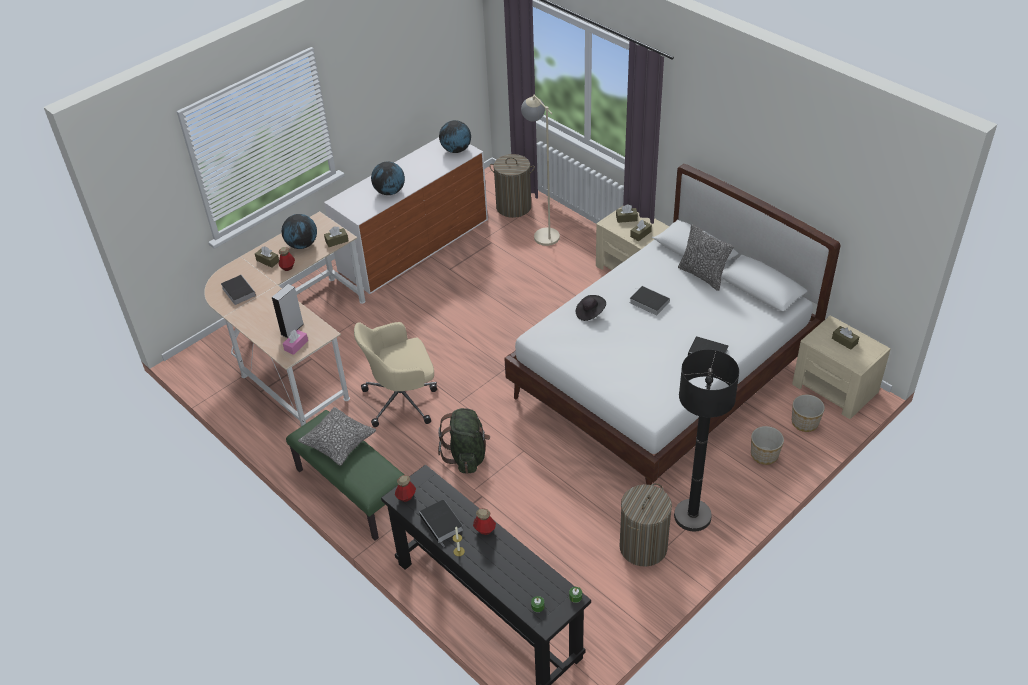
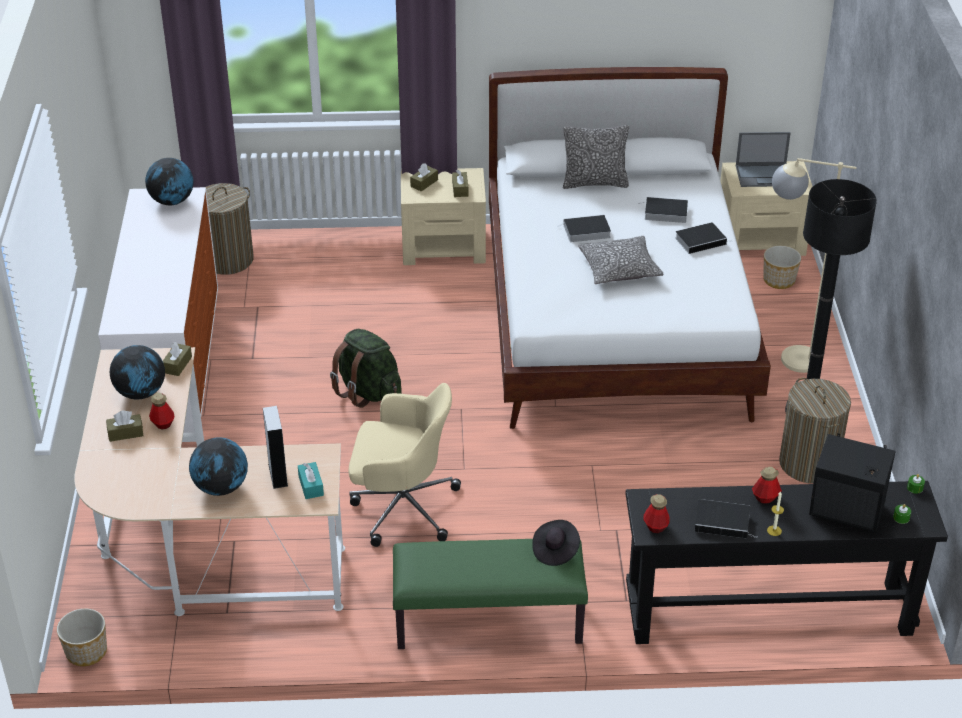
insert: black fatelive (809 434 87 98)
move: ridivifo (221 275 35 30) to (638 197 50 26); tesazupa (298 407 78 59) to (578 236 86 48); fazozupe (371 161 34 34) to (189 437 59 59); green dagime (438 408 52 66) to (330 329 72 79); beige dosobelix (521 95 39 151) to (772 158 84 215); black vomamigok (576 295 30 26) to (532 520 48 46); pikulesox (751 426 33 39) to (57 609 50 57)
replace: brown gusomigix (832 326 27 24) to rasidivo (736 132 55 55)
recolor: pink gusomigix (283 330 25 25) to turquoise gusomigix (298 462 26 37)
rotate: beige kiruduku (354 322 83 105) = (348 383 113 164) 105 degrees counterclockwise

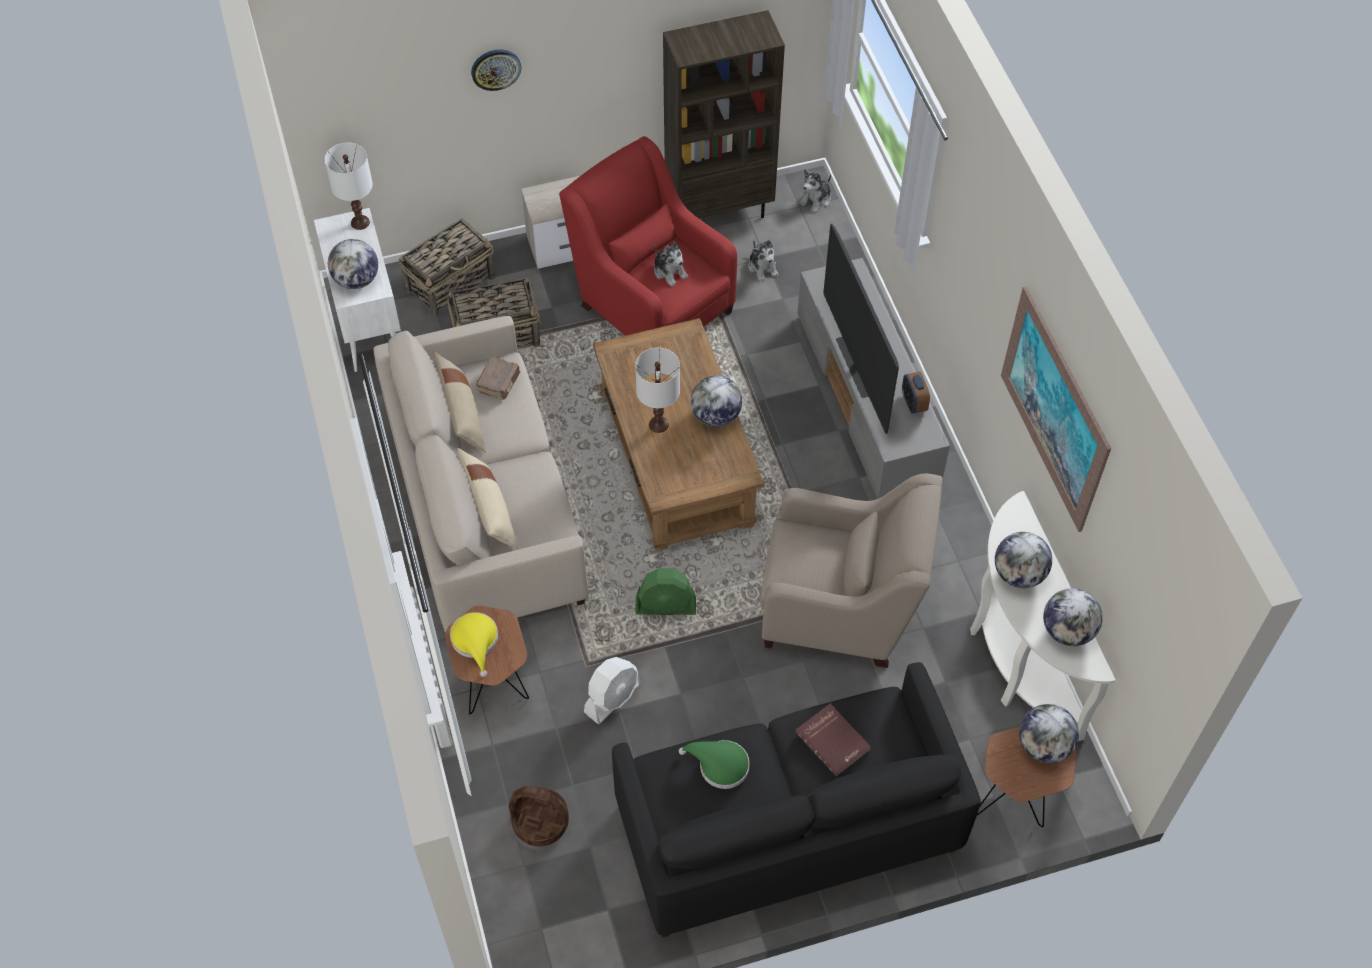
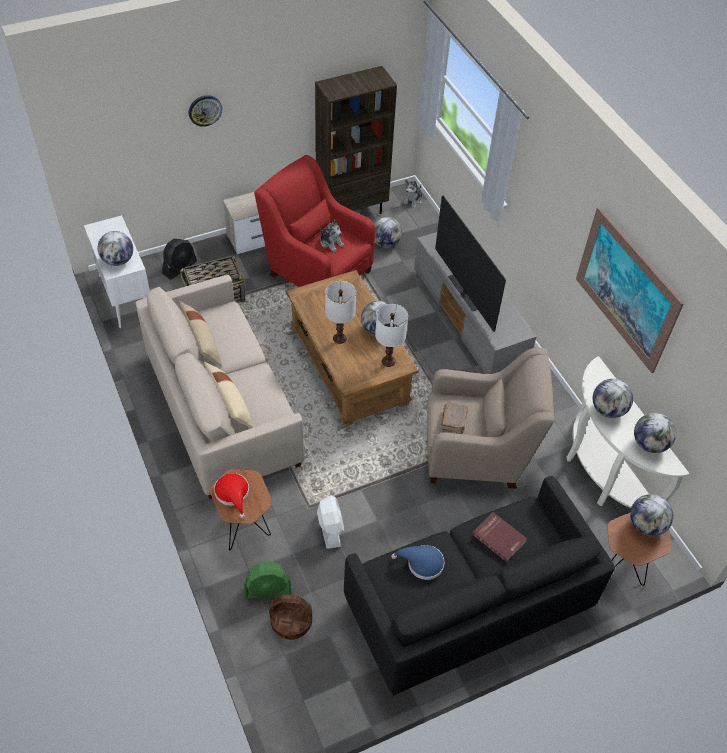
delete: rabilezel (902 371 28 43)
move: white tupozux (325 143 48 87) to (375 304 33 63); brown ridivifo (476 357 44 43) to (441 402 27 32); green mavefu (635 568 61 47) to (244 561 48 38)
replace: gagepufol (399 218 96 99) to black mavefu (162 239 35 41); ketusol (748 240 30 41) to fazozupe (374 217 28 31)
recolor: yellow vomamigok (450 612 48 65) to red vomamigok (214 473 35 45); green vomamigok (679 740 71 49) to blue vomamigok (391 545 54 35)
rotate: white mavefu (584 657 57 67) = (317 496 27 53) 45 degrees counterclockwise

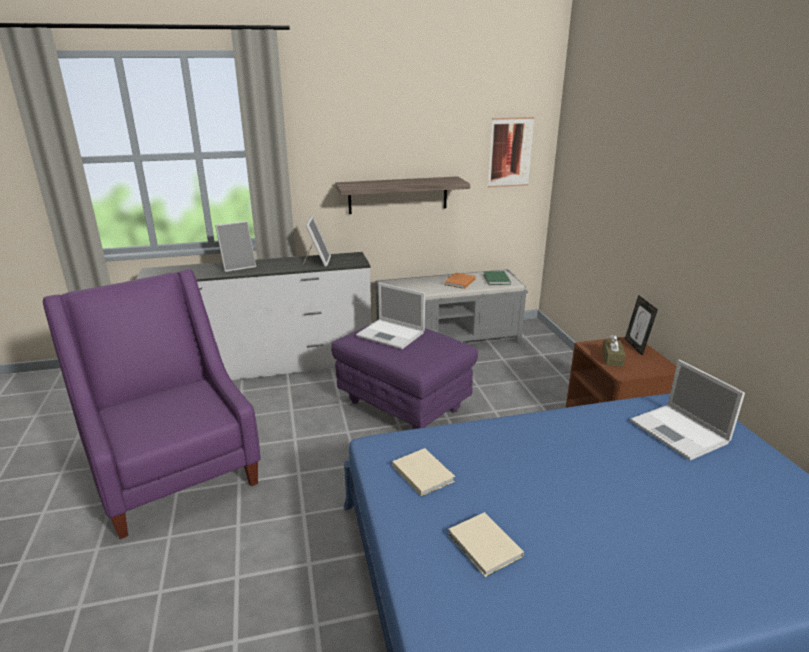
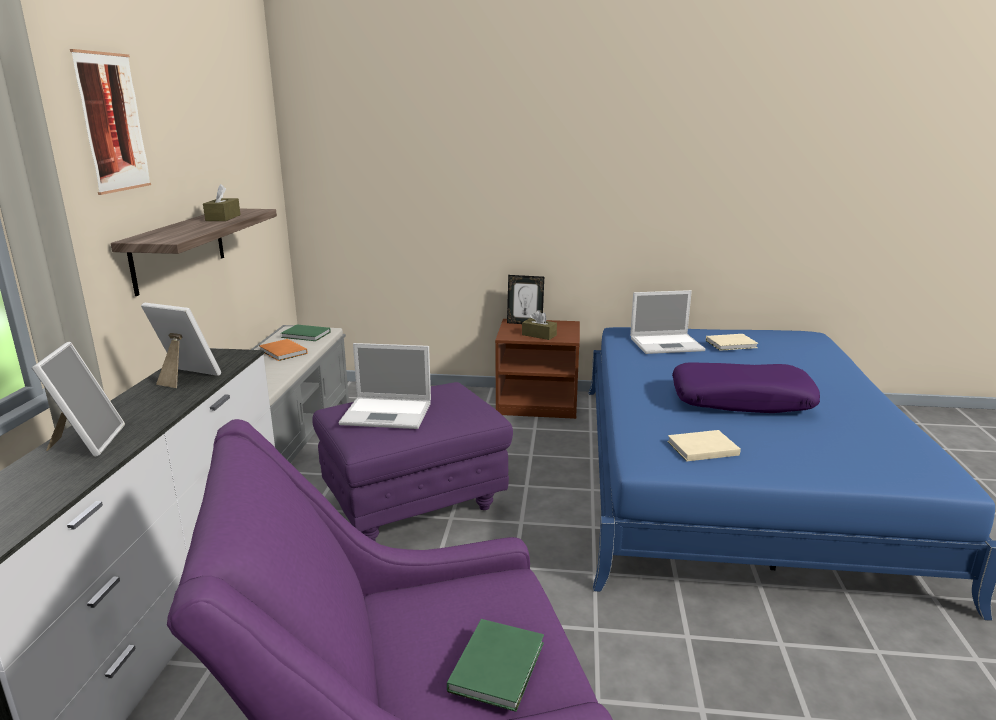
insert: brown gusomigix (203 184 38 37); green ridivifo (447 619 97 93); purple tesazupa (672 362 148 51)
move: beige ridivifo (448 512 76 65) to (706 334 52 17); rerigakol (488 117 46 70) to (70 49 81 146)
rotate: rasidivo (356 283 69 66) = (338 343 93 86) 45 degrees clockwise

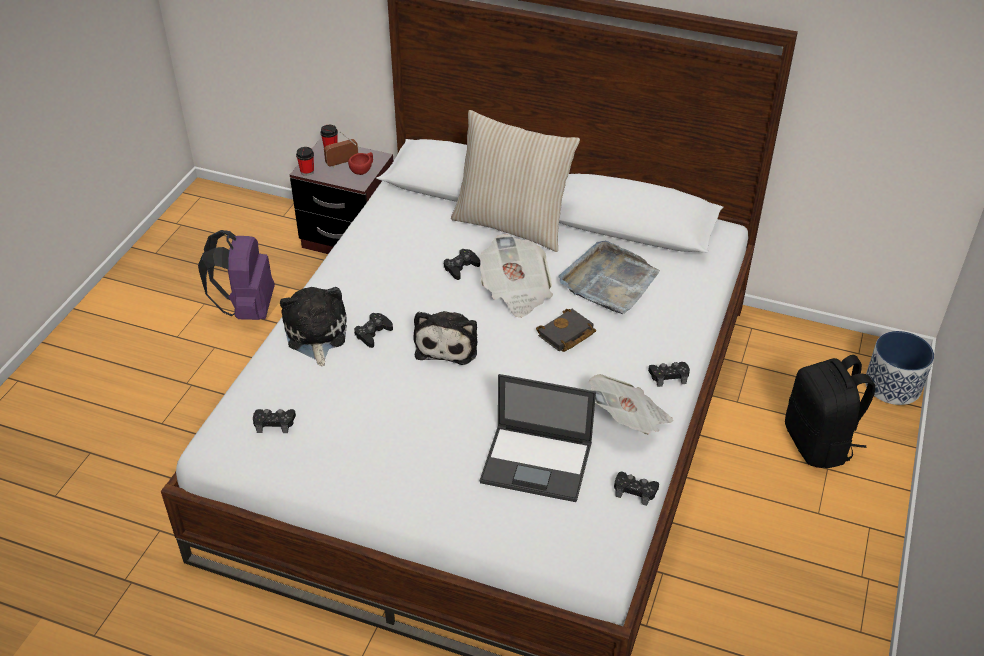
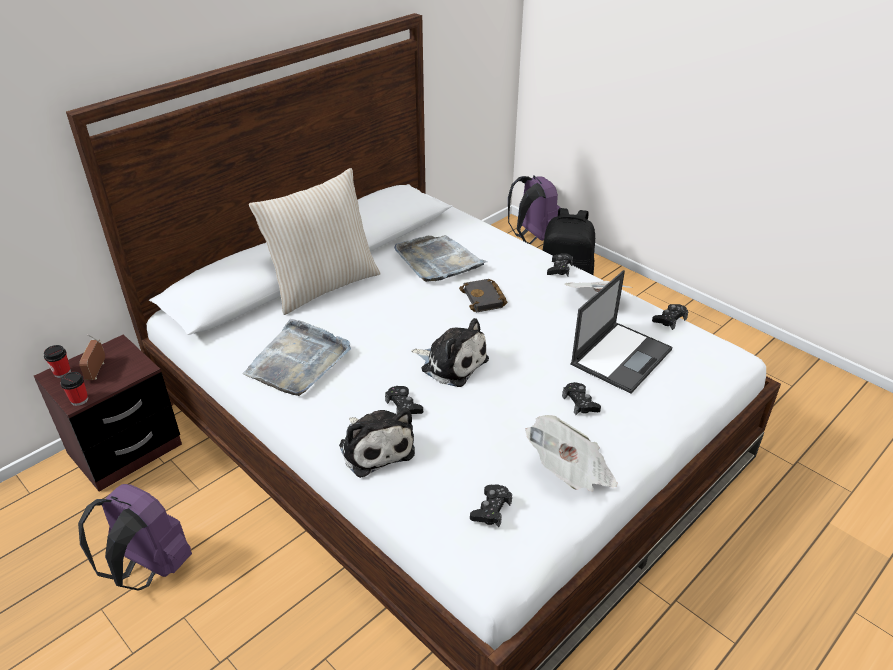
delete: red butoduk (348 152 25 23)
insert: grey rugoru (242 319 109 77)
move: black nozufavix (444 249 36 31) to (562 382 39 33); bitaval (480 234 73 84) to (525 415 93 76)
replace: pikulesox (865 331 69 74) to purple dagime (508 175 53 69)
rotate: ketusol (280 287 67 79) = (339 408 76 70) 135 degrees counterclockwise

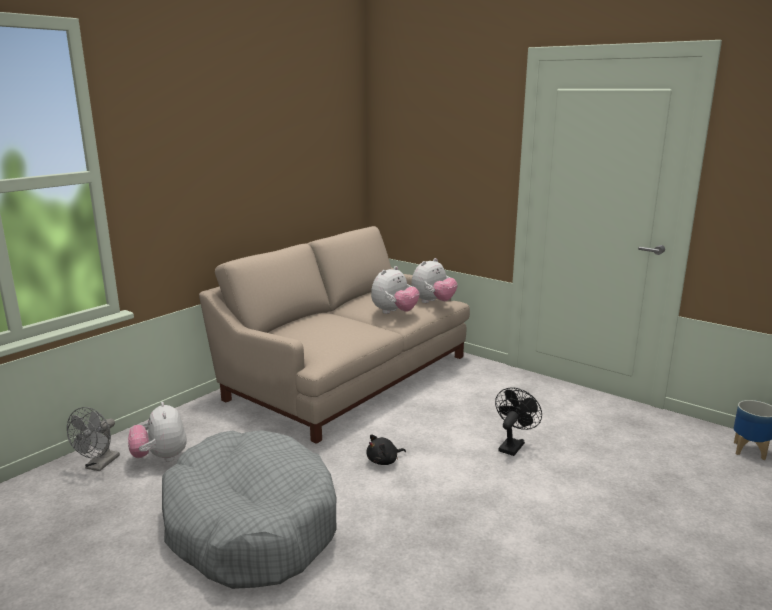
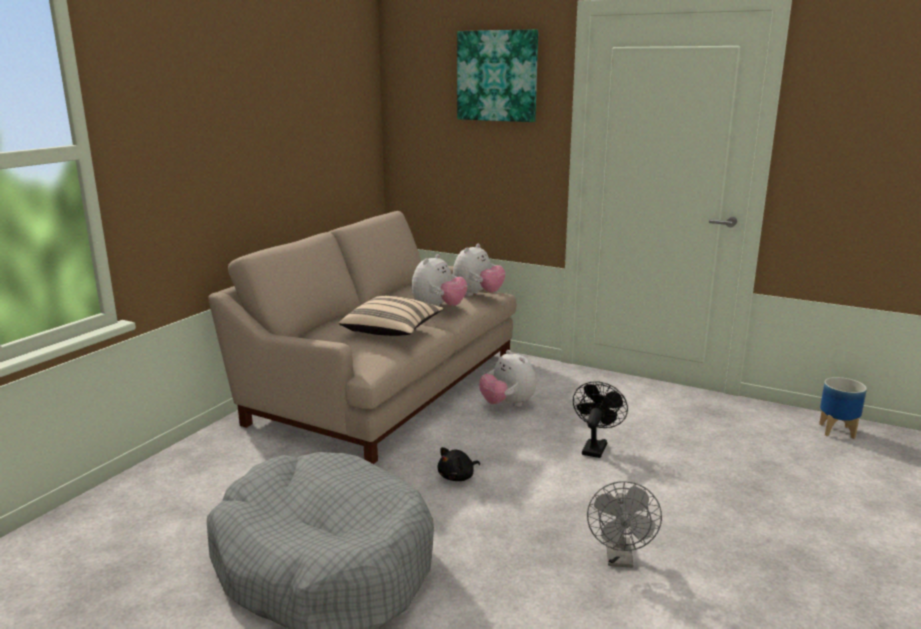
insert: beige tesazupa (339 296 105 40); rerigakol (457 29 81 93)
move: grey mavefu (67 407 53 64) to (587 481 75 87); ketusol (128 402 59 60) to (479 350 57 57)

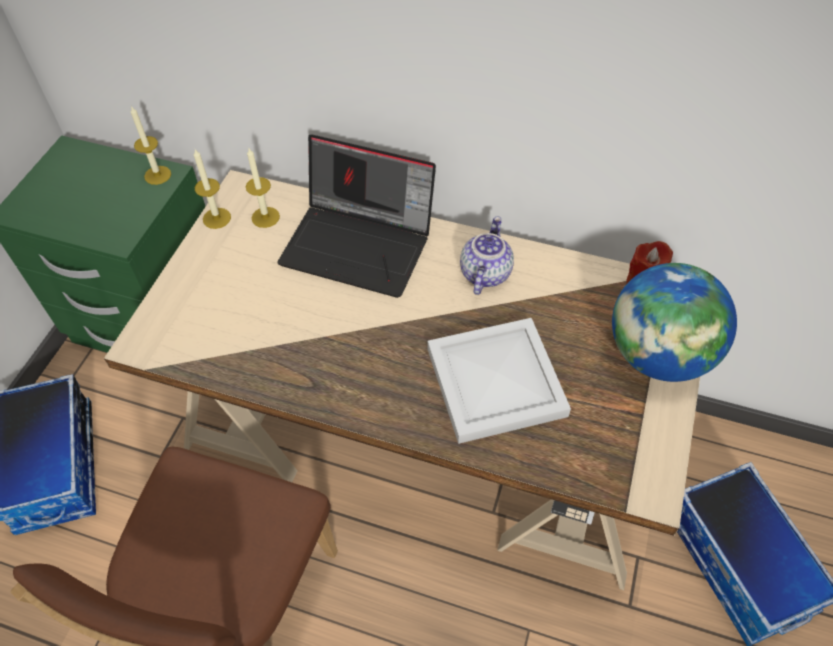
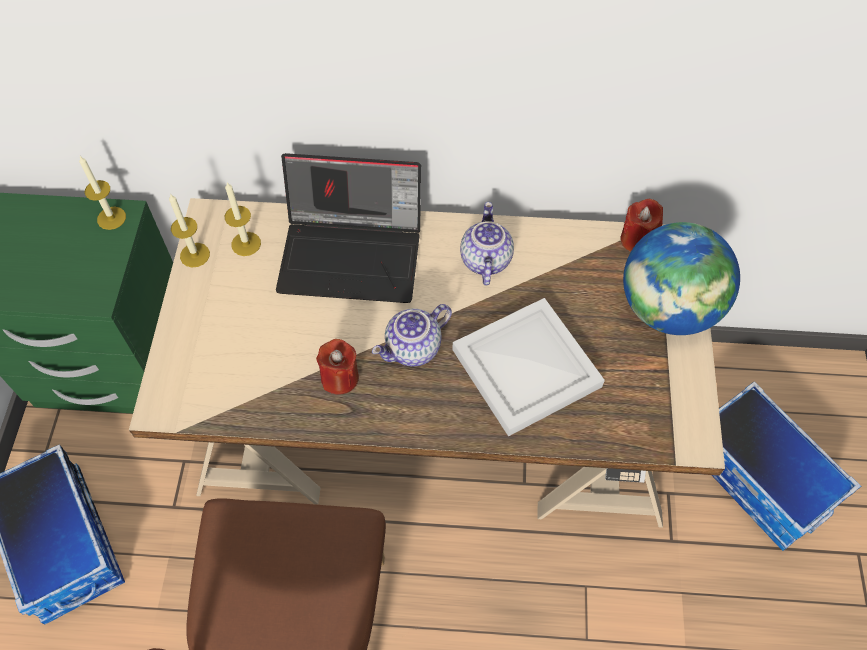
insert: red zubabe (316 339 43 56); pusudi (372 304 80 63)

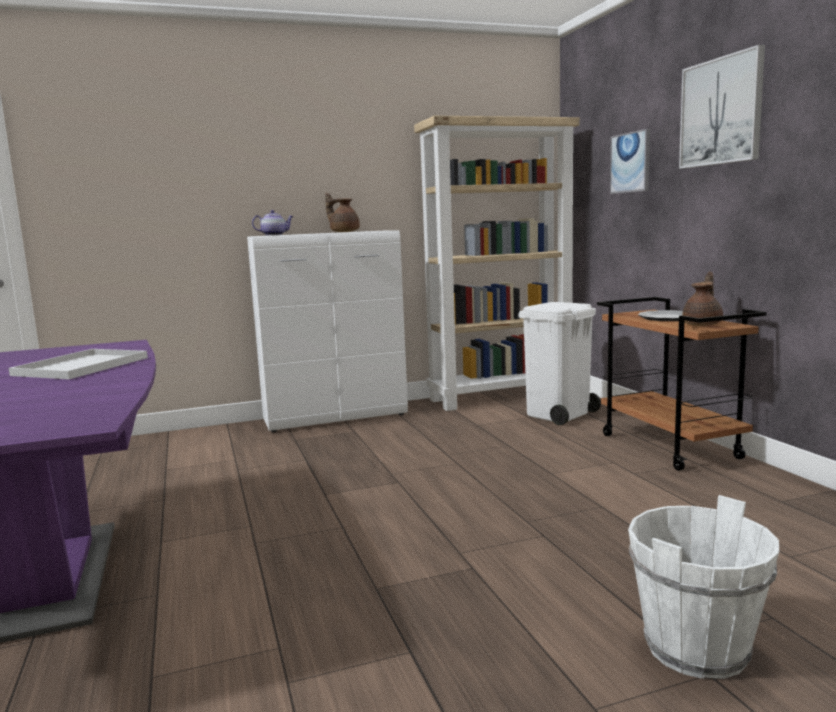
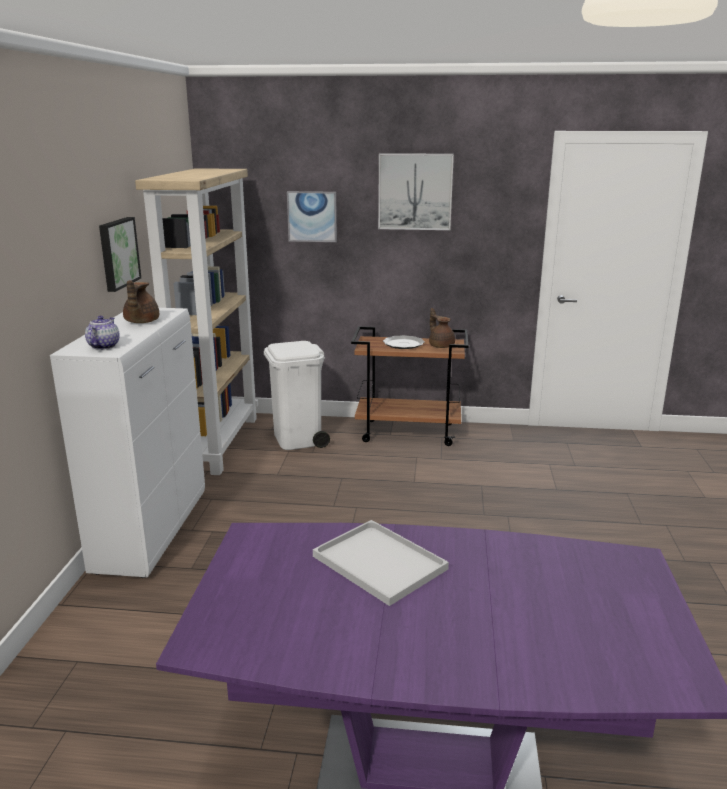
delete: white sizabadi (628 495 151 184)
insert: rerigakol (99 217 42 75)
rotate: brown pusudi (325 193 35 39) = (123 280 36 43) 60 degrees counterclockwise

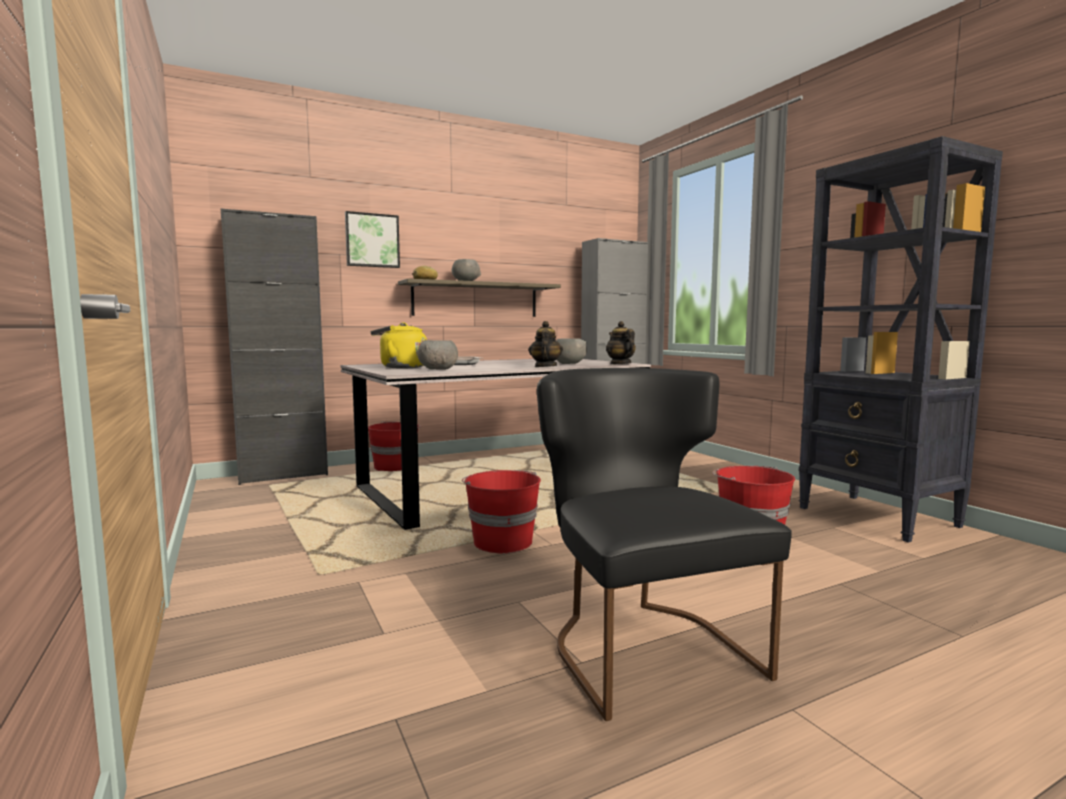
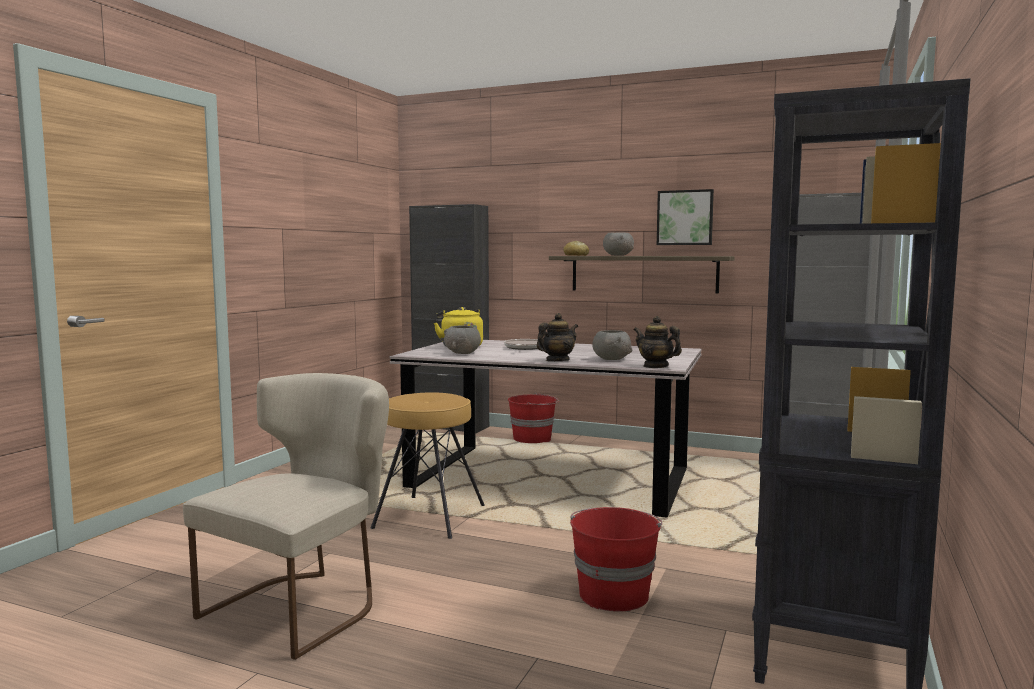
move: rerigakol (345 211 55 57) to (657 189 57 56)
replace: red sizabadi (462 470 79 84) to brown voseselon (371 393 114 146)
recolor: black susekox (537 368 255 353) to beige susekox (183 373 206 287)
rotate: pusudi (606 321 30 43) = (634 316 48 52) 75 degrees counterclockwise

